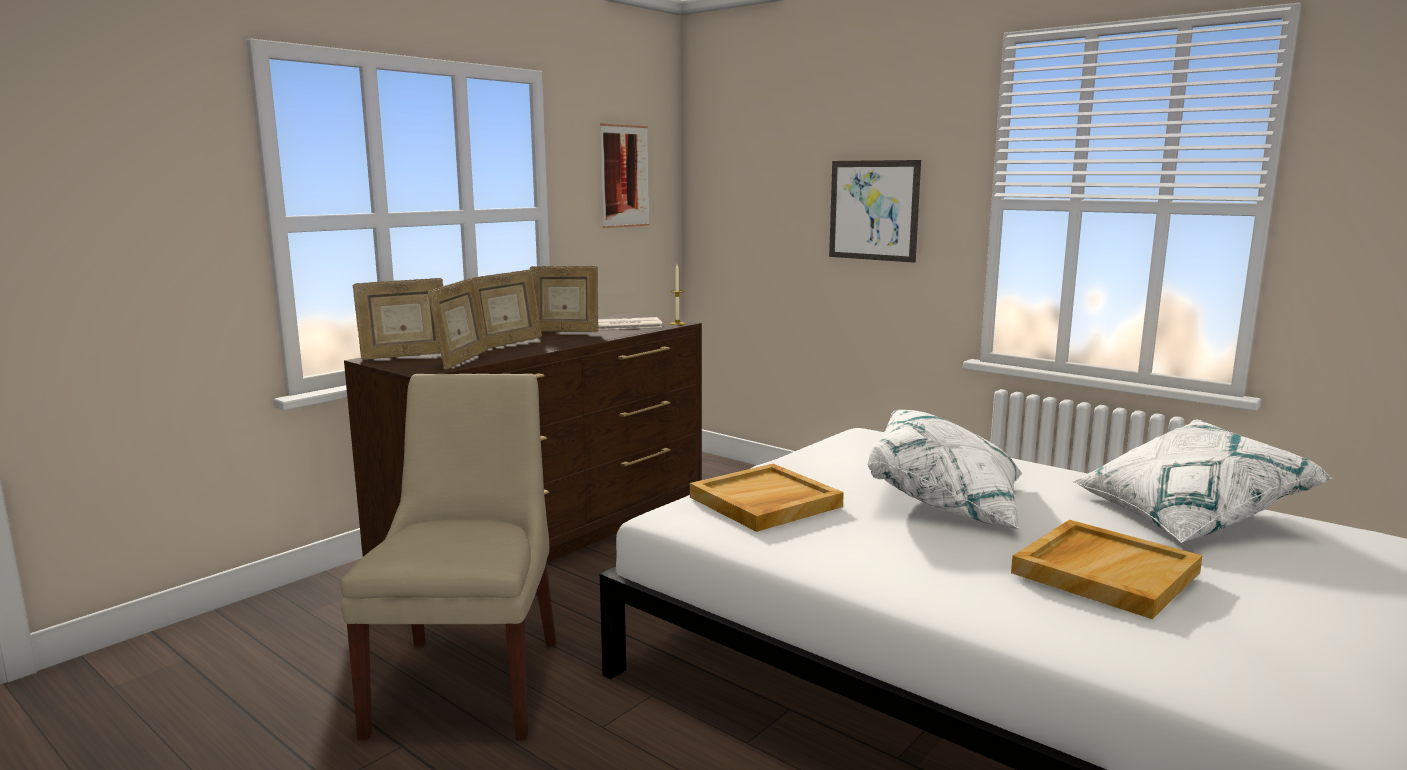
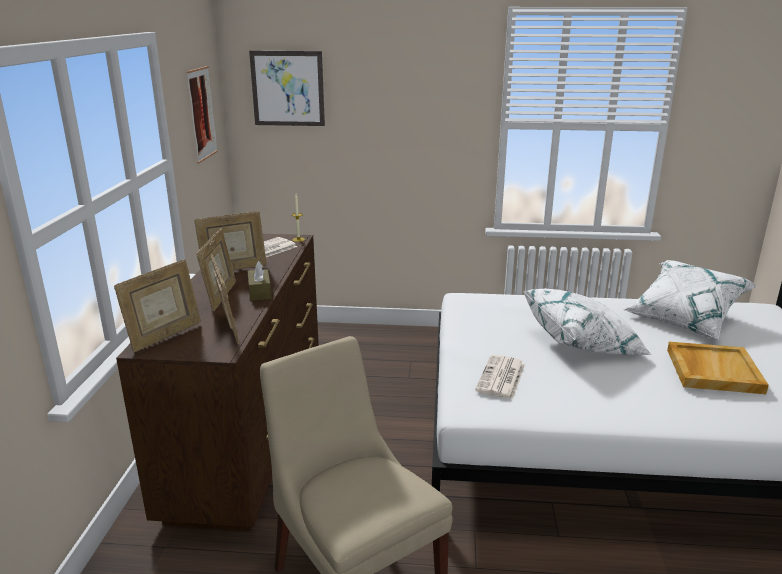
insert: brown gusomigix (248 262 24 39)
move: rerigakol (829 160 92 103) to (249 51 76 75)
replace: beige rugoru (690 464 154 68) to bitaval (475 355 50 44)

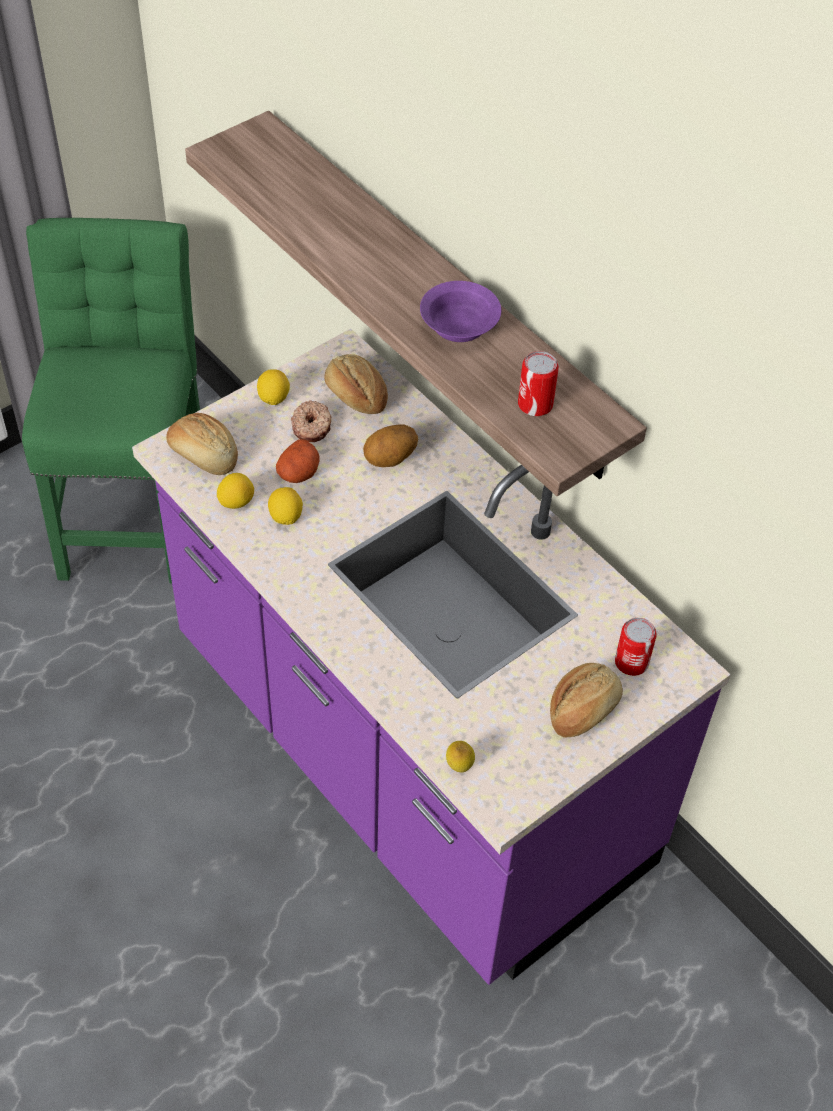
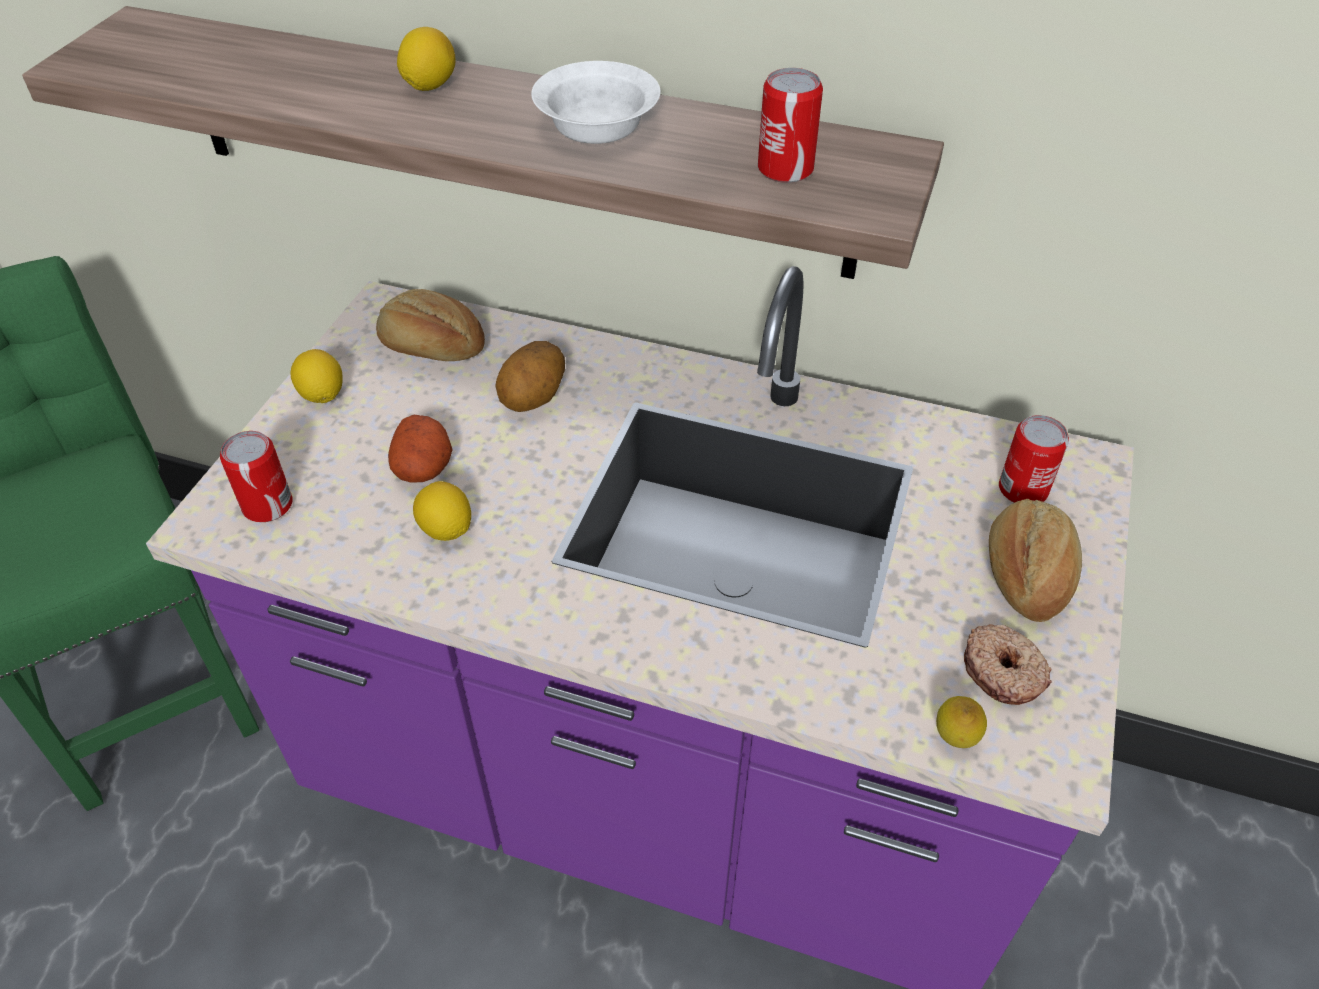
move: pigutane (217 473 37 36) to (397 27 58 64); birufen (291 400 40 42) to (964 624 88 81)
replace: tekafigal (166 413 72 62) to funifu (220 431 73 91)
recolor: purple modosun (420 281 81 61) to white modosun (531 61 130 83)

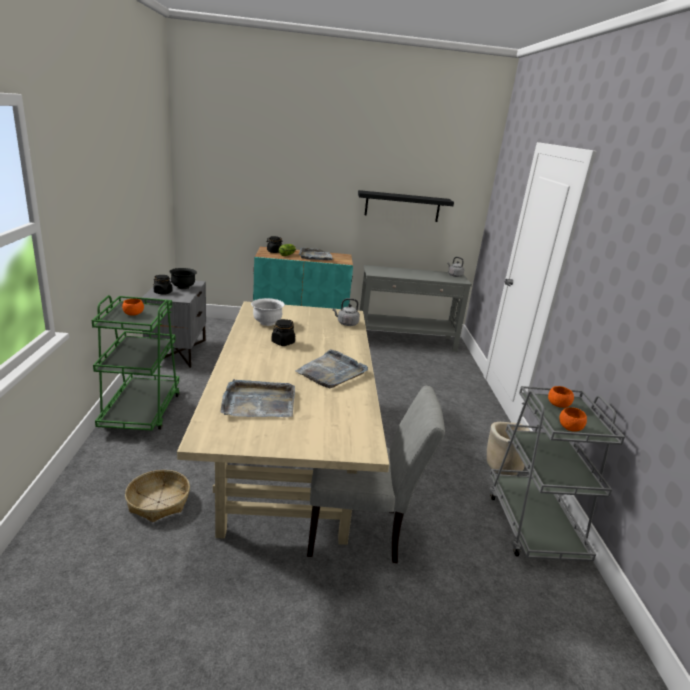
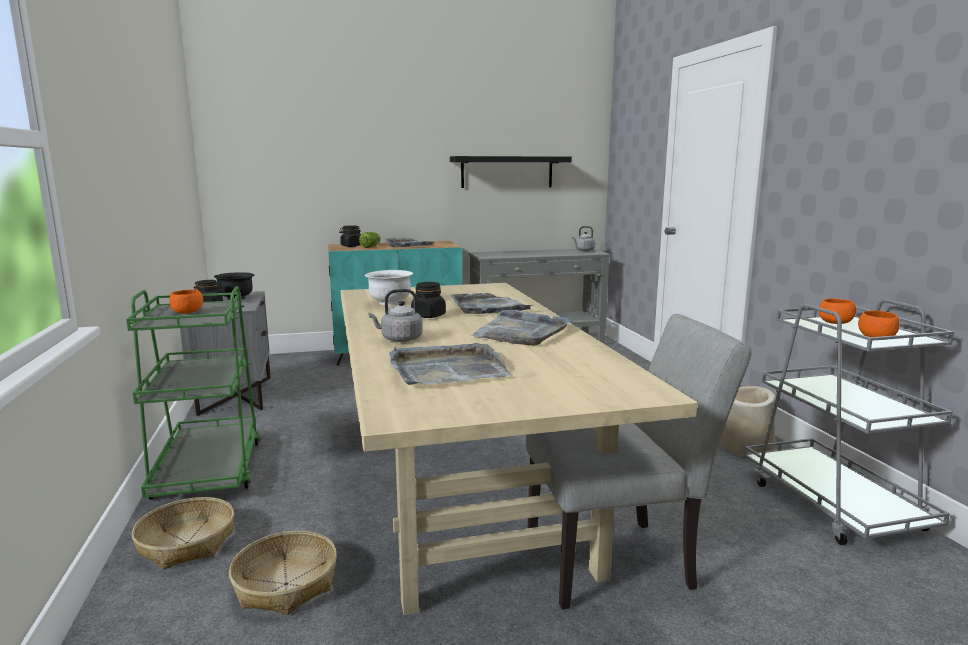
insert: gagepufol (132 497 102 72); grey rugoru (451 293 83 21)
move: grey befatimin (332 298 28 28) to (368 289 55 53)

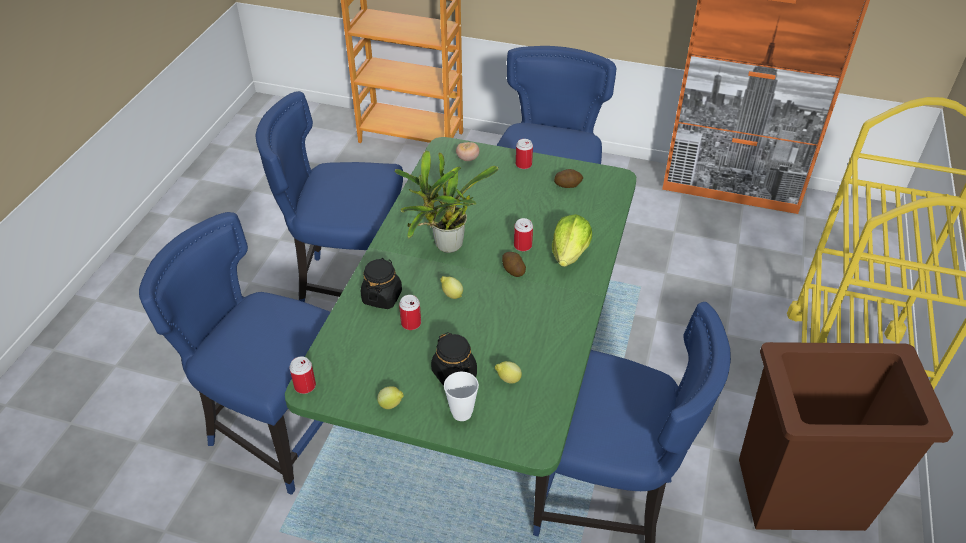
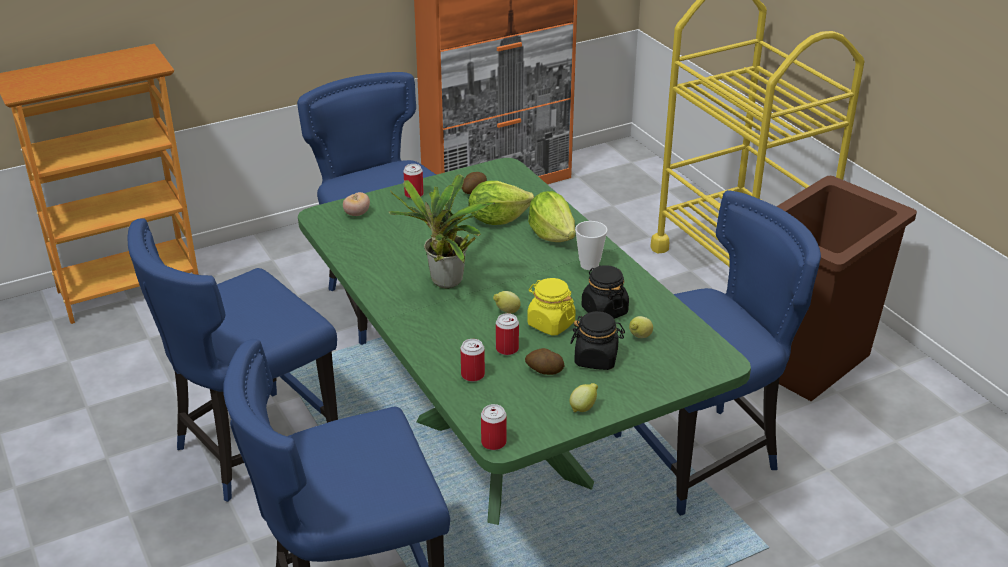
insert: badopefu (468 181 66 44); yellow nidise (527 278 49 58)
move: black nidise (361 258 41 51) to (581 265 48 54); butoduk (444 372 35 49) to (575 221 32 49); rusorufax (502 252 24 25) to (525 348 39 27); funifu (514 218 19 33) to (460 339 25 43)

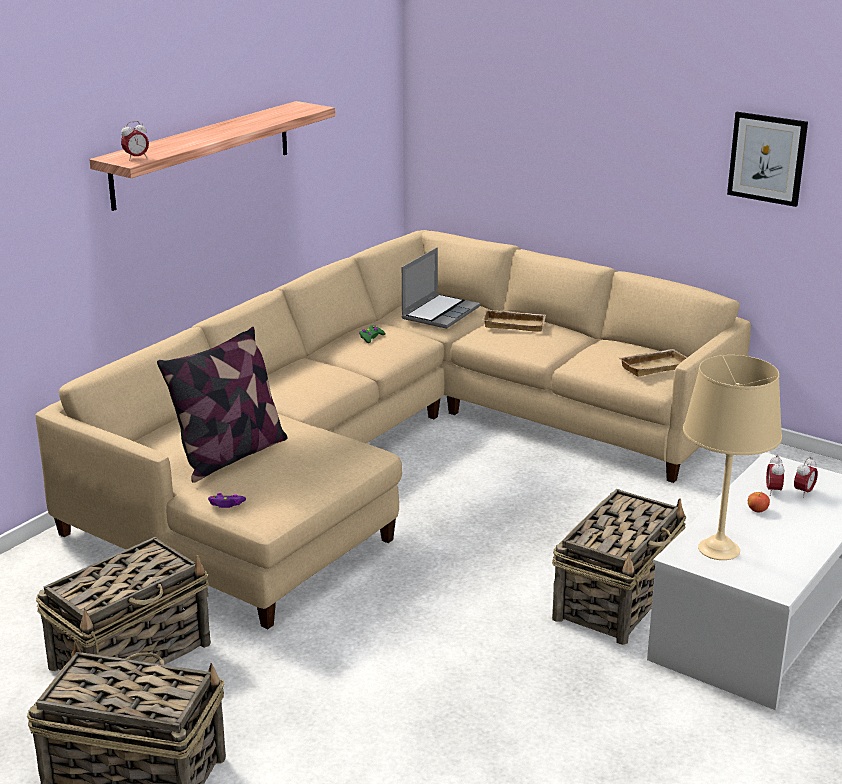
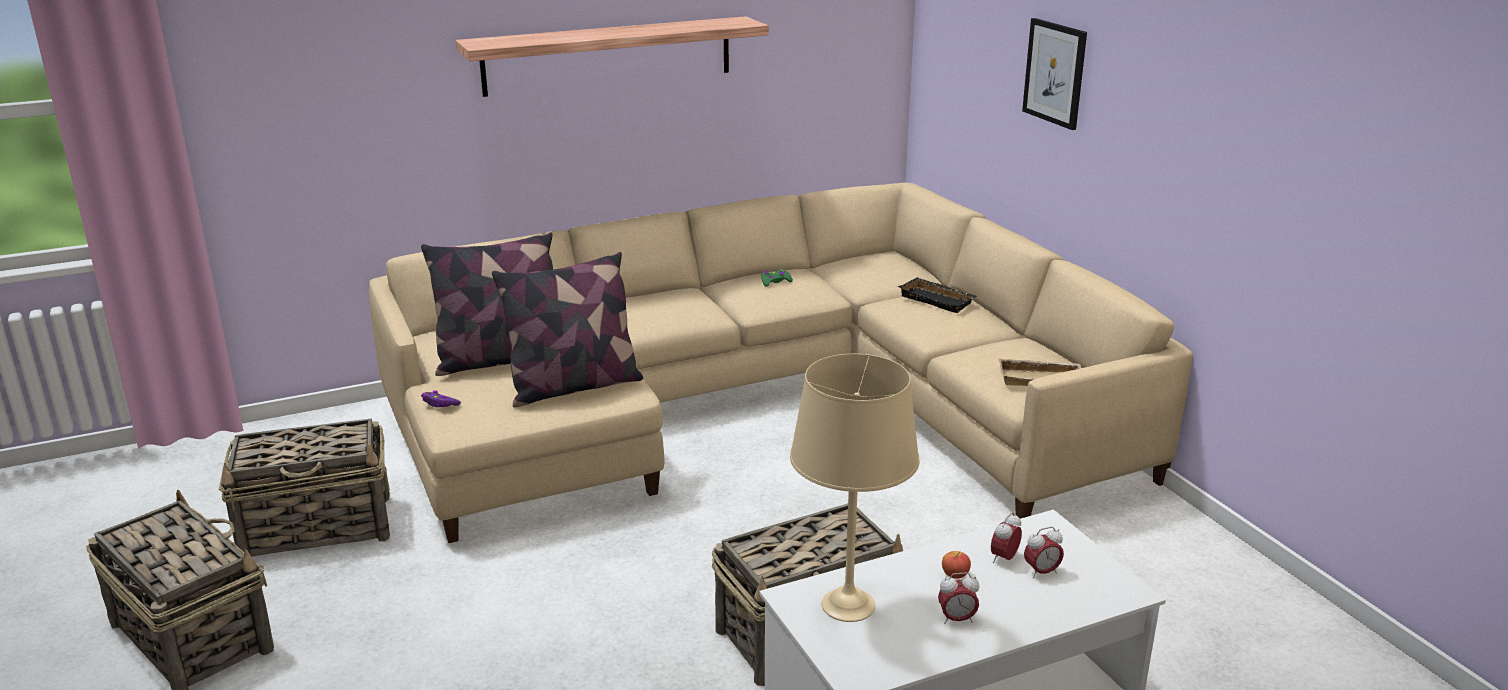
delete: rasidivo (401 247 79 82)
insert: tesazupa (492 252 151 156)
move: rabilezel (121 121 28 40) to (938 573 41 51); rerigakol (727 112 81 95) to (1022 18 65 112)
recolor: beige rugoru (482 309 64 23) to black rugoru (898 277 79 36)

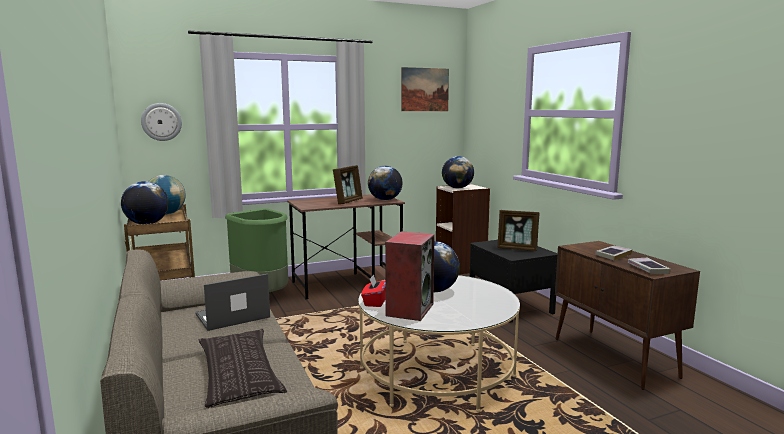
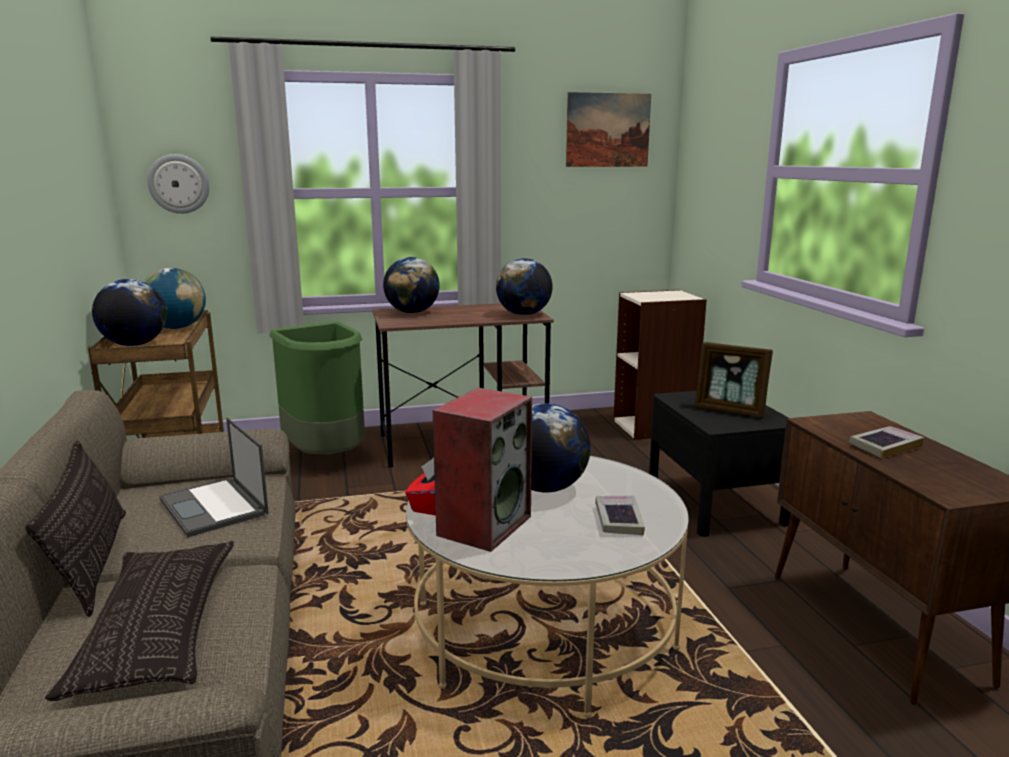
delete: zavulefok (333 165 30 39)
insert: tesazupa (25 440 101 177)
move: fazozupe (442 156 32 32) to (383 257 57 56); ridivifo (628 258 43 16) to (595 496 50 39)
rotate: rasidivo (195 274 75 57) = (159 417 110 120) 105 degrees counterclockwise

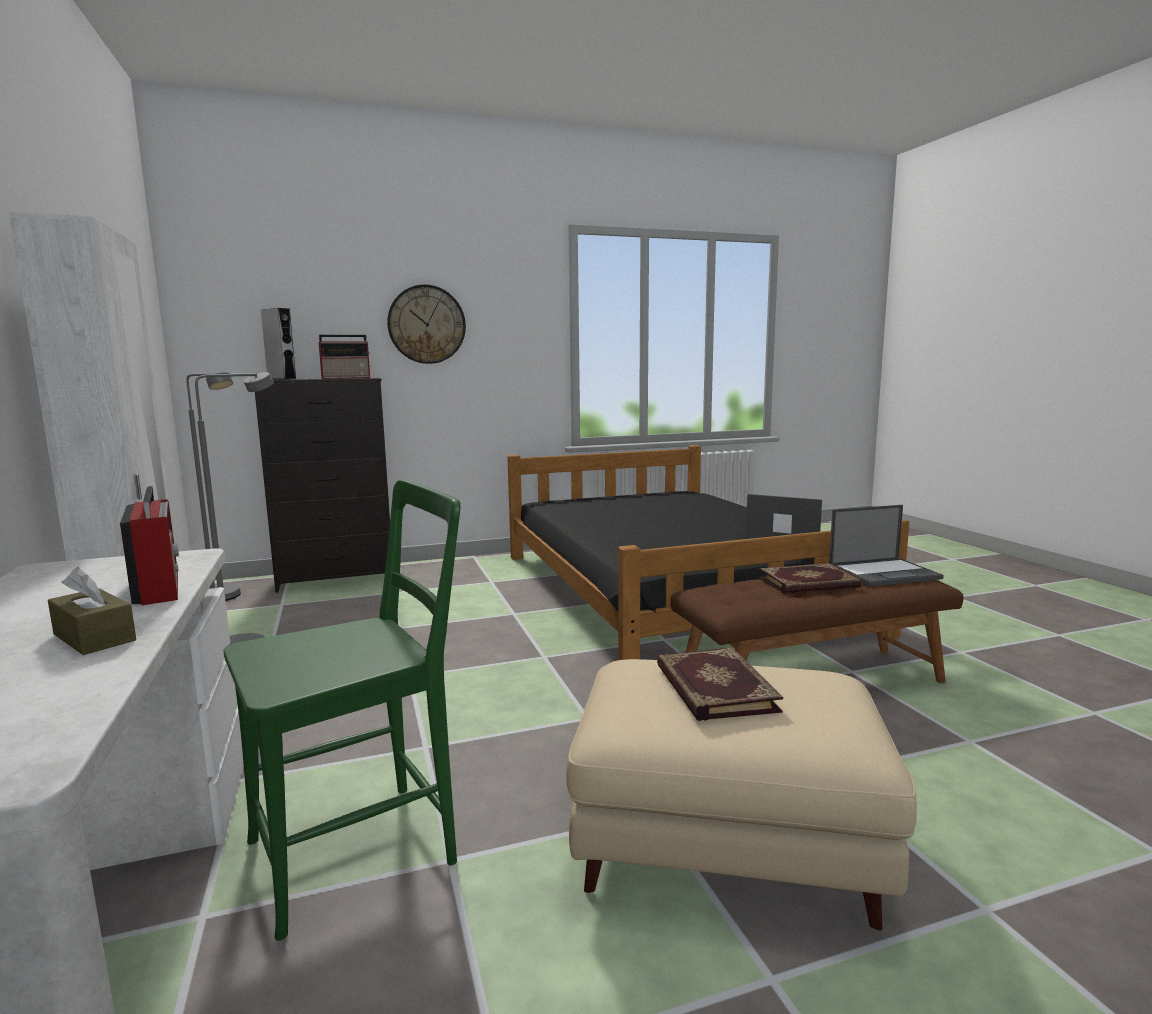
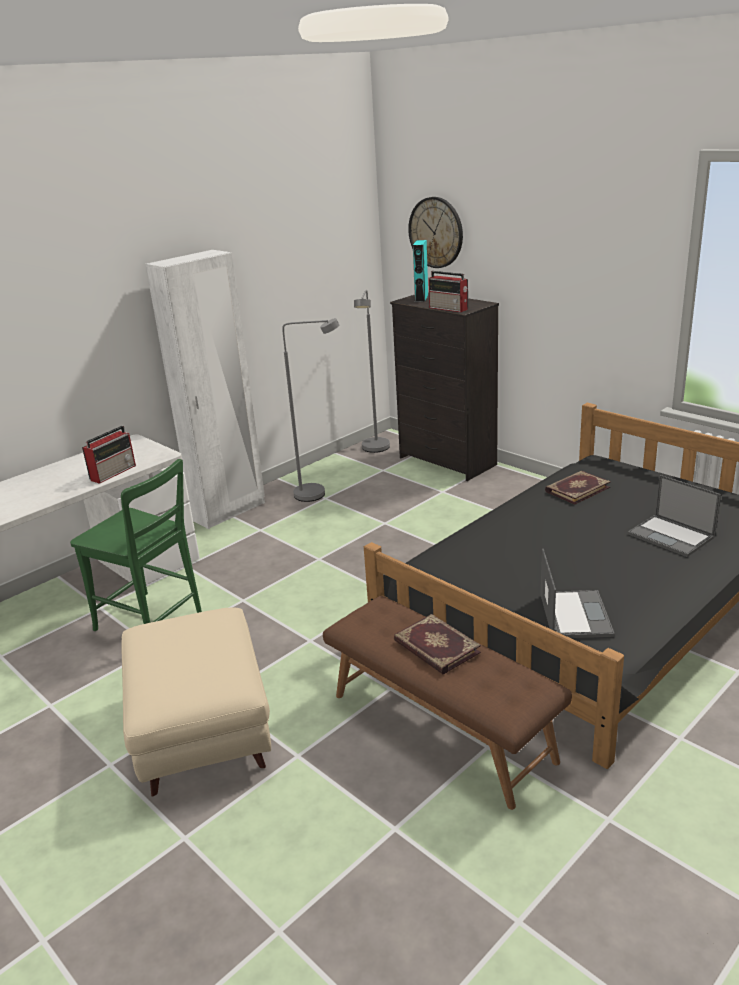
delete: brown gusomigix (48 567 88 88)
move: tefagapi (387 284 79 80) to (408 197 55 71); ridivifo (657 647 126 74) to (545 471 66 34); rasidivo (829 505 115 82) to (628 475 93 82)
recolor: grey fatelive (261 308 35 71) to turquoise fatelive (413 240 16 62)

